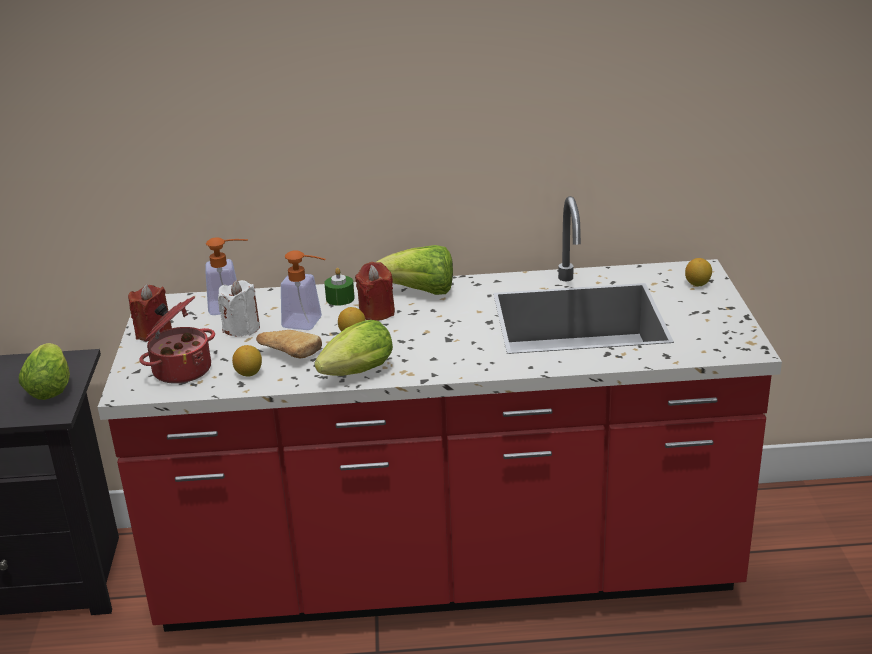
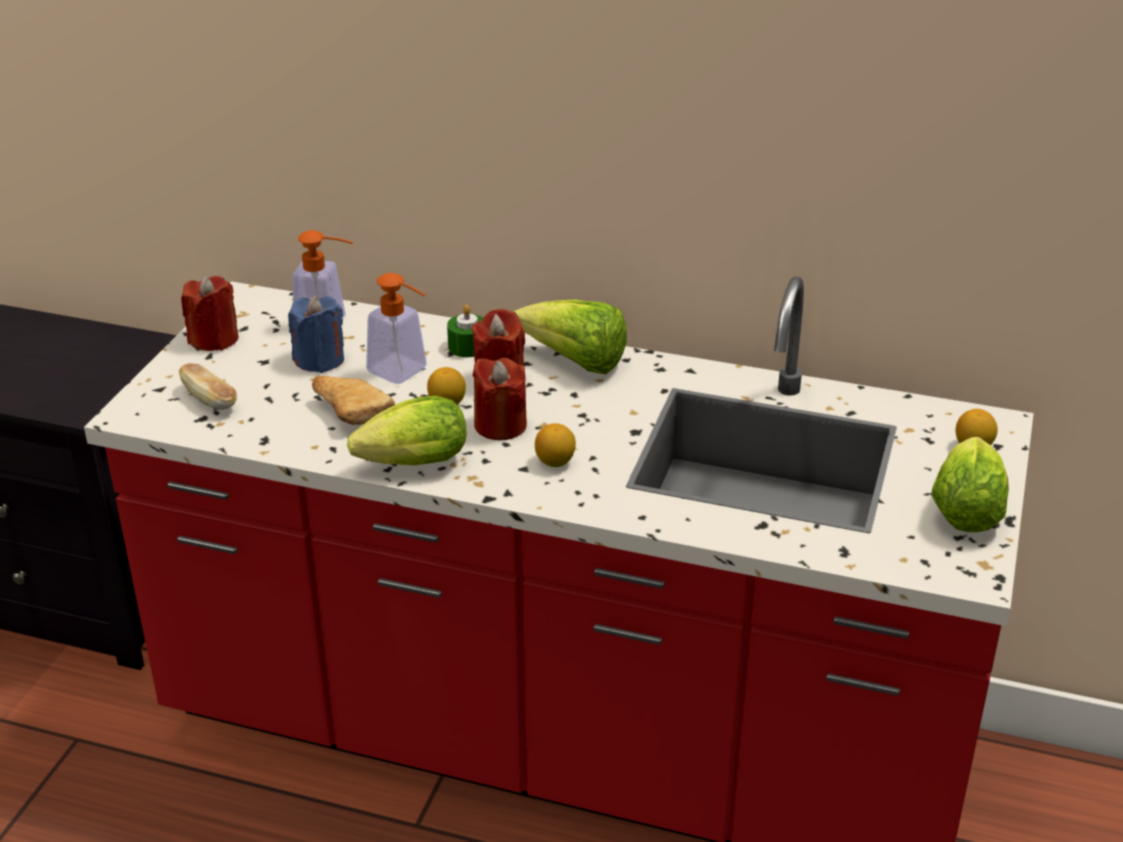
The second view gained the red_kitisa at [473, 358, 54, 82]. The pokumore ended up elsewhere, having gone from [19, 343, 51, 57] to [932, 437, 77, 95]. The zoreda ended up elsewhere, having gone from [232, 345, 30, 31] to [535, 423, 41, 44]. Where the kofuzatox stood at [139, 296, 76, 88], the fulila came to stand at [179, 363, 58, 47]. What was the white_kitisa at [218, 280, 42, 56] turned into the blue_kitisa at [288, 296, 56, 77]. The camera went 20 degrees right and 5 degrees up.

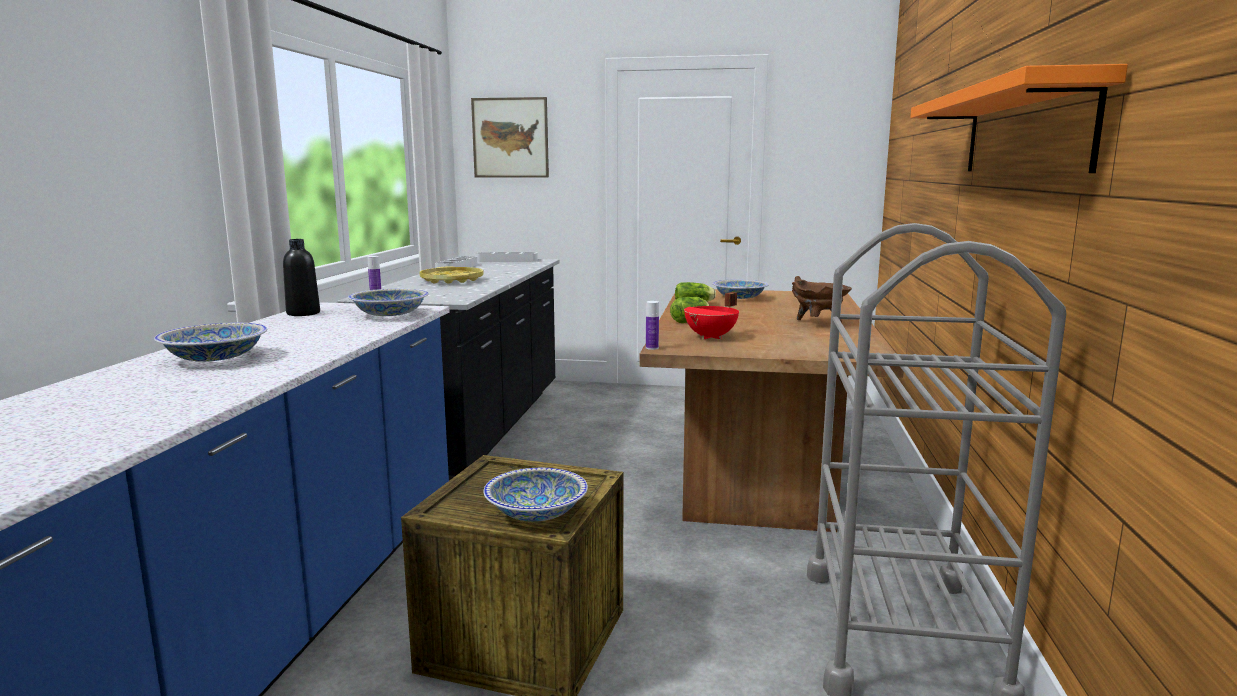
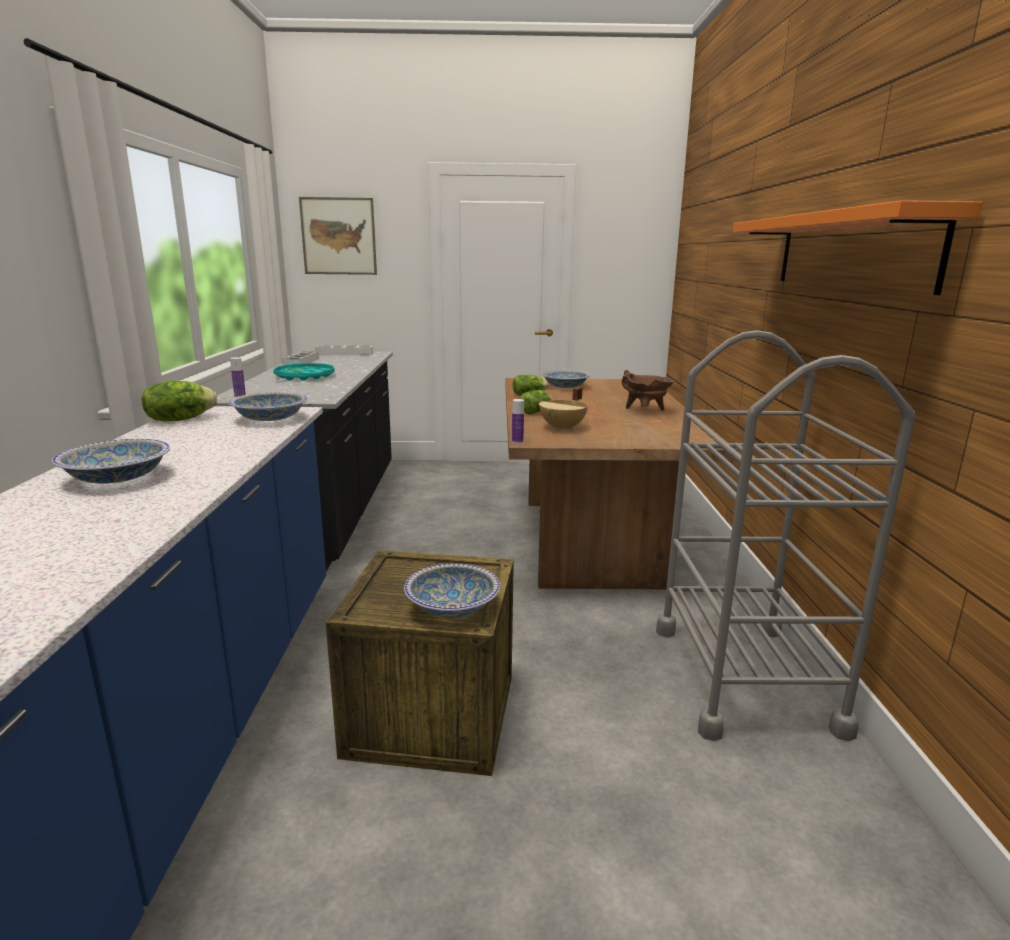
Where the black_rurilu stood at [283, 239, 37, 77], the pokumore came to stand at [142, 381, 75, 40]. What was the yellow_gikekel at [419, 266, 65, 18] turned into the turquoise_gikekel at [273, 363, 62, 18]. What was the red_kofuzatox at [684, 292, 55, 47] turned into the beige_kofuzatox at [539, 387, 49, 44]. The camera went 10 degrees left and 5 degrees up.

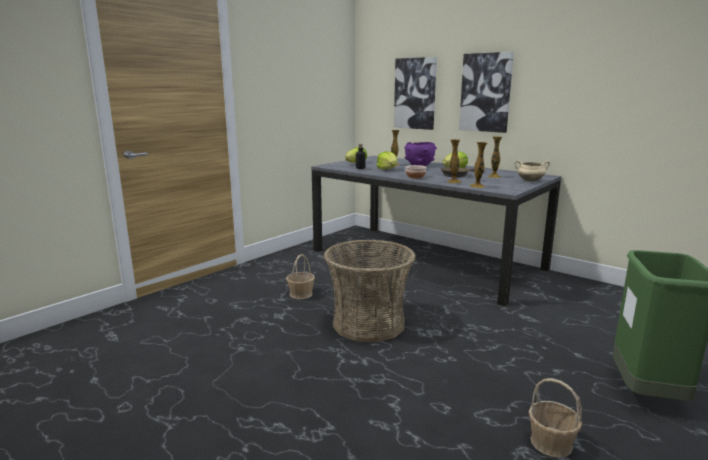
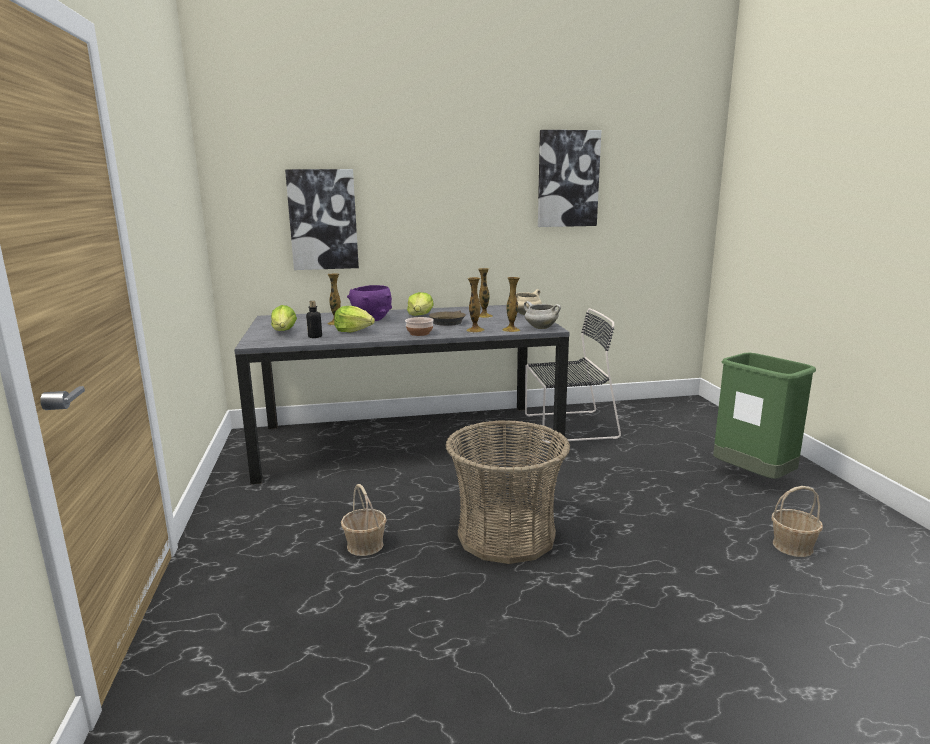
The second view gained the white_kofuzatox at [524, 301, 37, 28]. The second view gained the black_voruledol at [525, 308, 96, 135]. The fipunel ended up elsewhere, having gone from [459, 52, 55, 81] to [538, 130, 63, 97]. The camera went 50 degrees left and 0 degrees up.

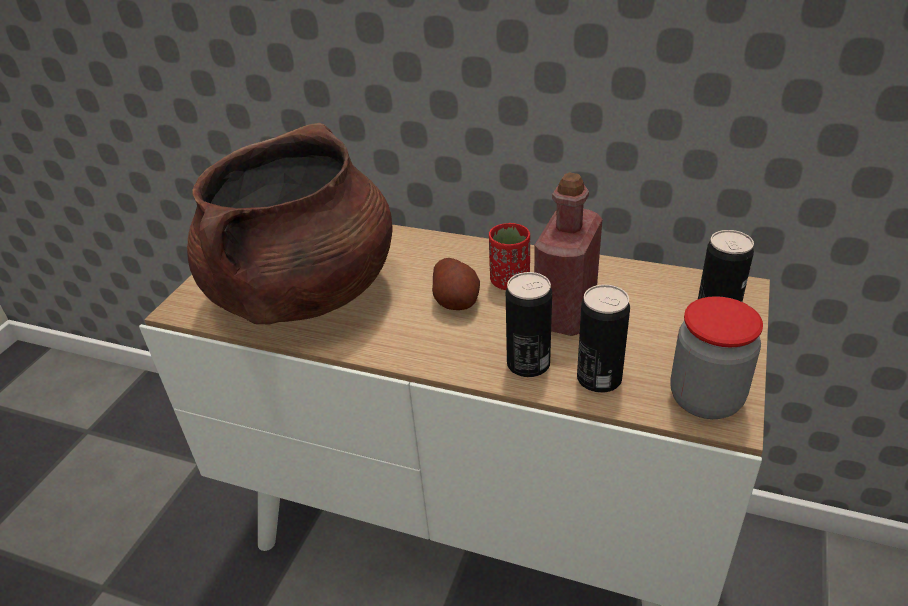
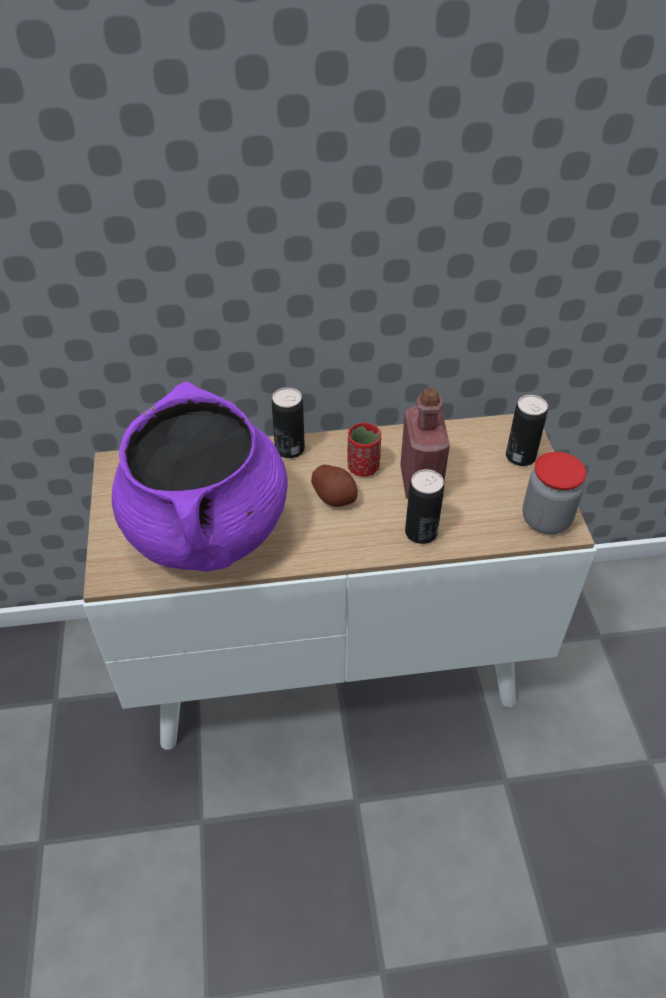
The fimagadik ended up elsewhere, having gone from [577, 285, 53, 108] to [272, 387, 33, 71]. What was the brown_kofuzatox at [187, 123, 206, 201] turned into the purple_kofuzatox at [112, 382, 176, 190]. The camera went 30 degrees left and 10 degrees up.

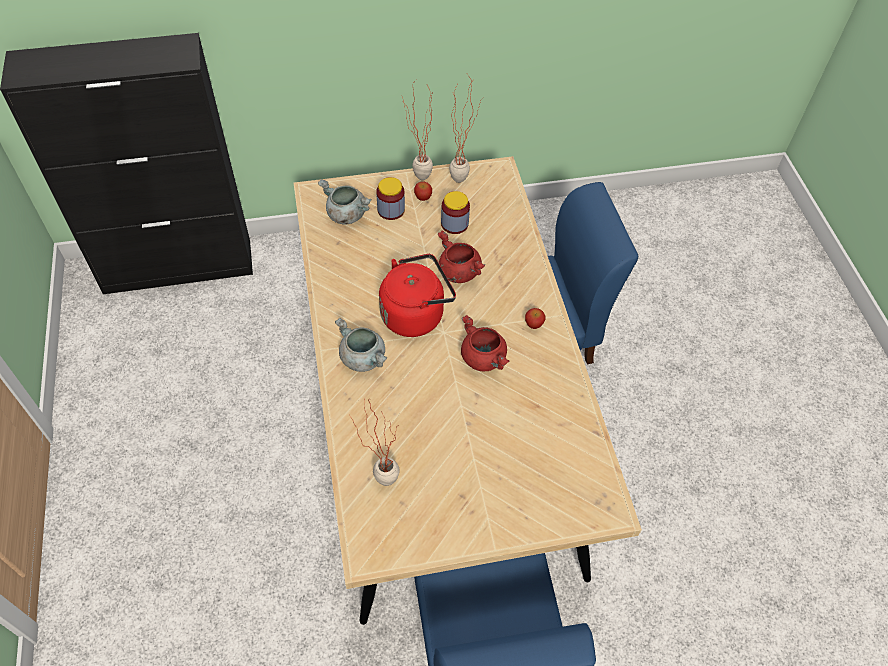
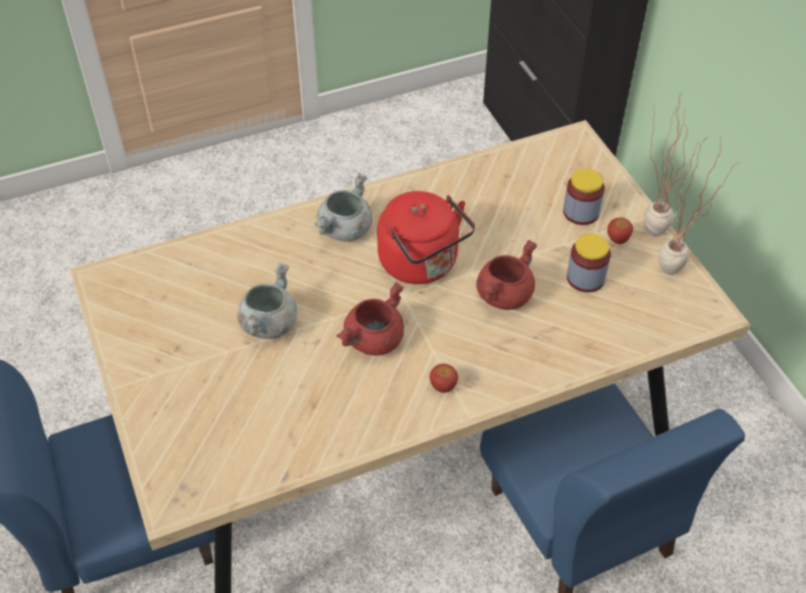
The second view lost the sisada at [349, 397, 50, 89]. The grey_kofuzatox ended up elsewhere, having gone from [318, 179, 54, 46] to [238, 263, 59, 76]. The camera went 80 degrees right and 5 degrees down.

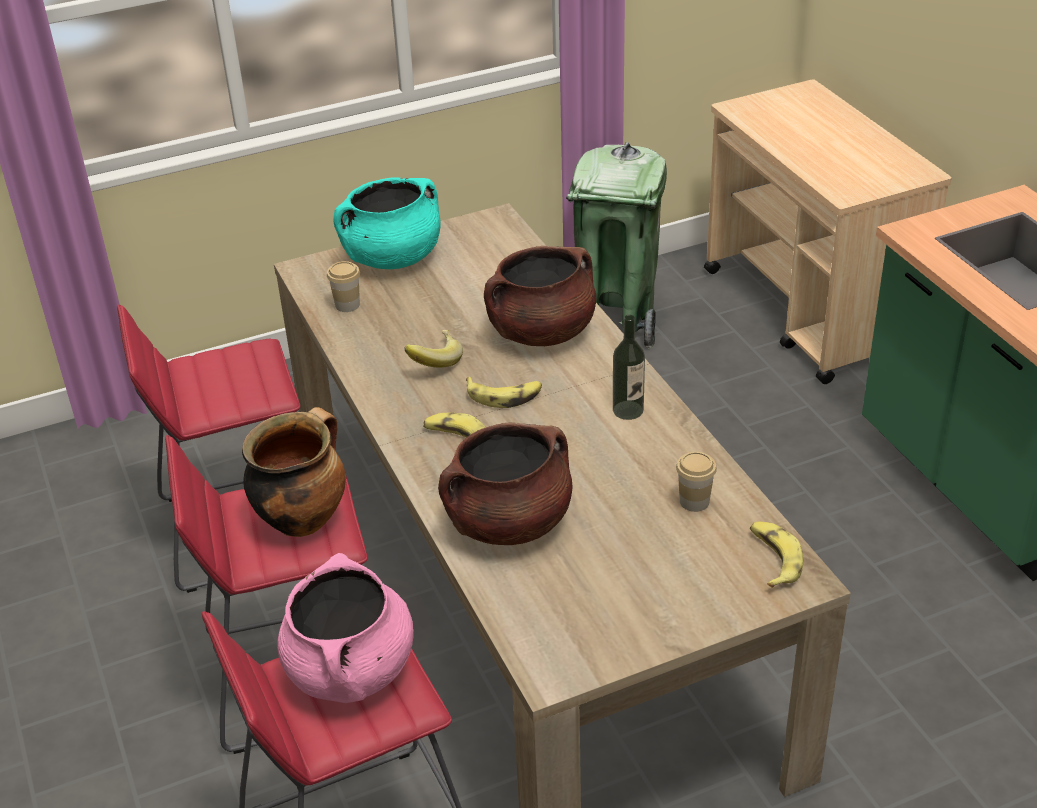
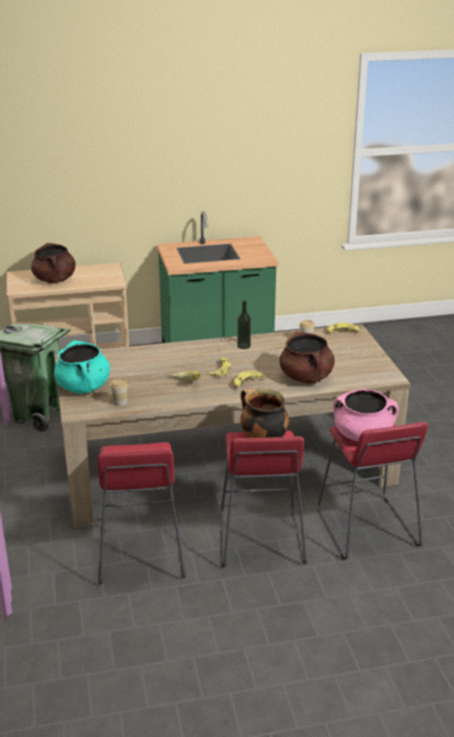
The brown_kofuzatox ended up elsewhere, having gone from [484, 246, 112, 100] to [31, 243, 45, 40]. The camera went 80 degrees left and 10 degrees down.

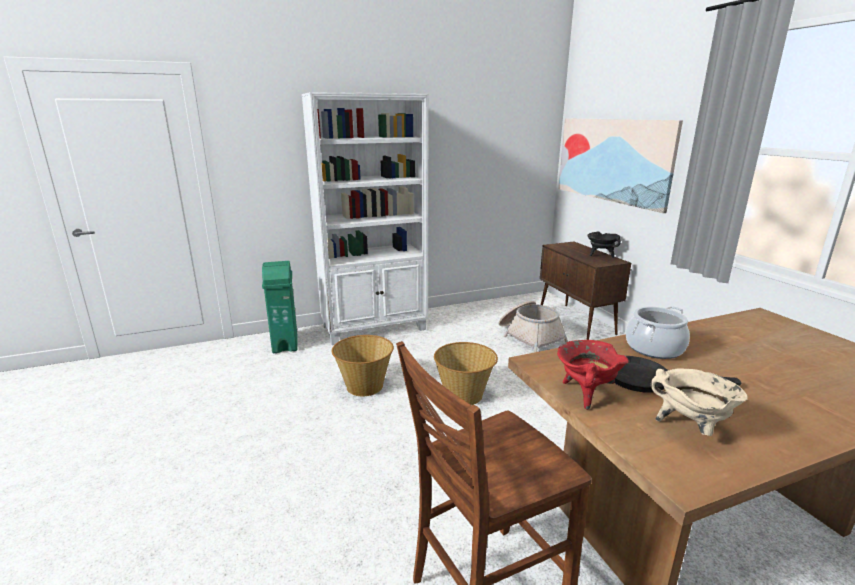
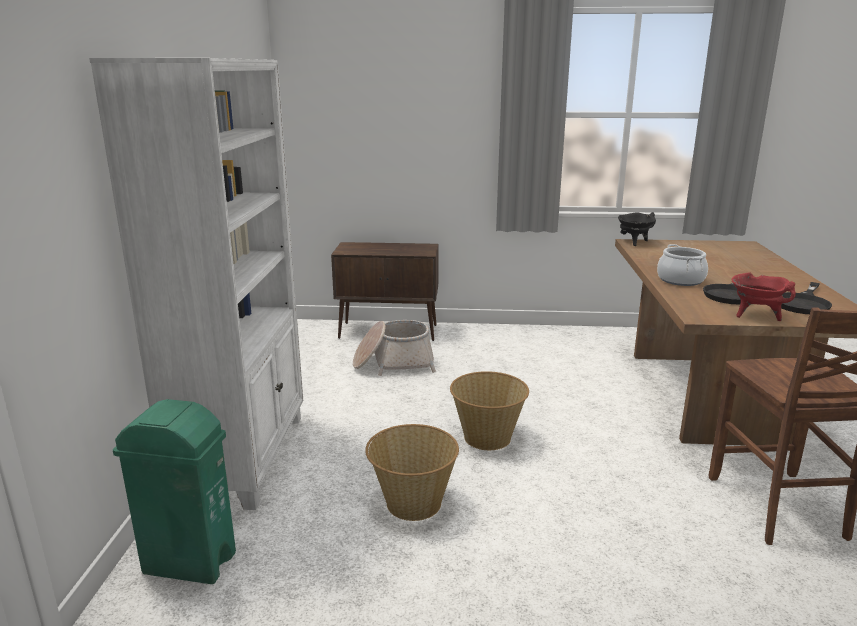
The second view lost the fipunel at [558, 118, 125, 95]. The black_kofuzatox ended up elsewhere, having gone from [587, 231, 34, 27] to [618, 212, 38, 34]. Where the beige_kofuzatox stood at [651, 368, 97, 68], the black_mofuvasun came to stand at [781, 282, 51, 32]. The camera went 65 degrees left and 0 degrees up.

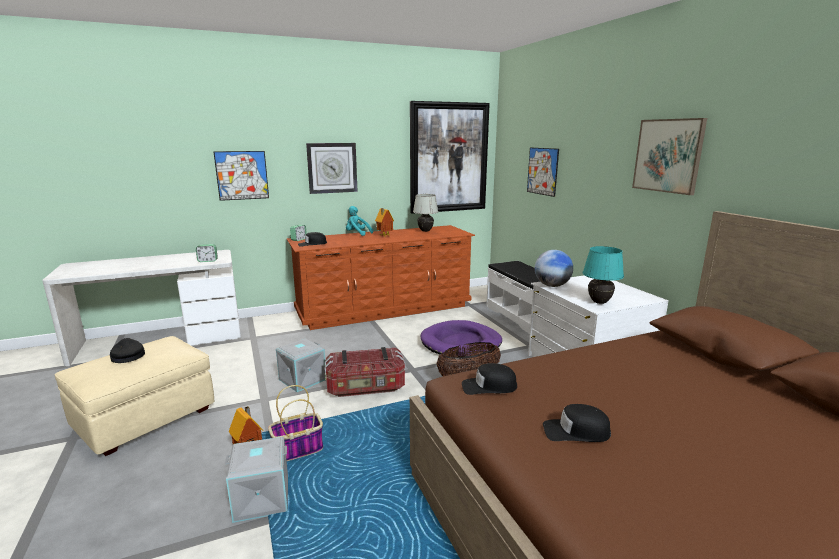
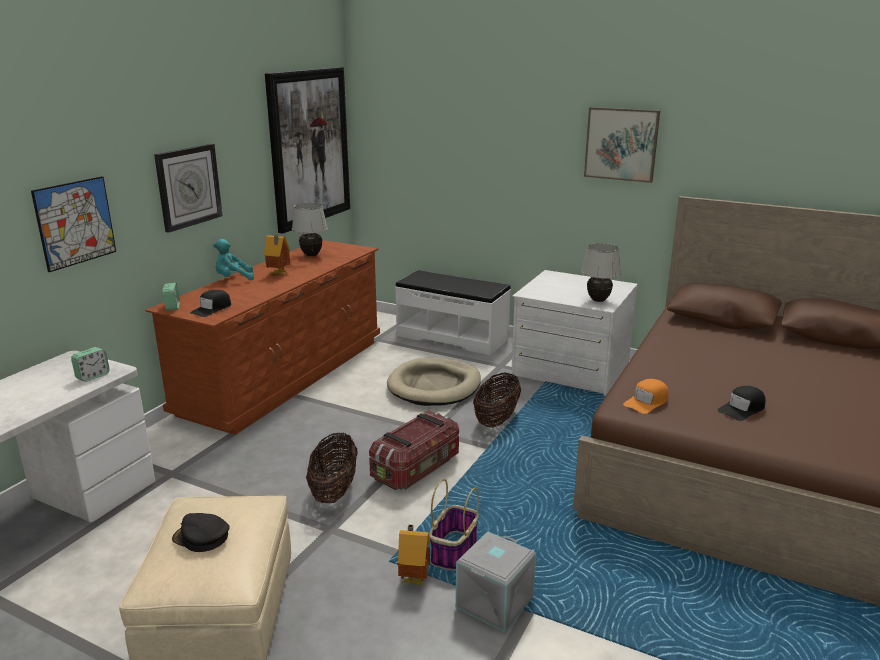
The second view lost the fipunel at [527, 148, 32, 49]. The second view lost the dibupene at [535, 250, 38, 37]. Where the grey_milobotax stood at [276, 339, 49, 53], the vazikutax came to stand at [306, 432, 52, 72]. What was the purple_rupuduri at [421, 320, 81, 38] turned into the beige_rupuduri at [387, 358, 94, 48]. What was the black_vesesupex at [462, 363, 55, 32] turned into the orange_vesesupex at [623, 379, 46, 35]. What was the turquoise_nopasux at [583, 246, 41, 58] turned into the white_nopasux at [581, 243, 40, 59]. The camera went 40 degrees left and 5 degrees up.

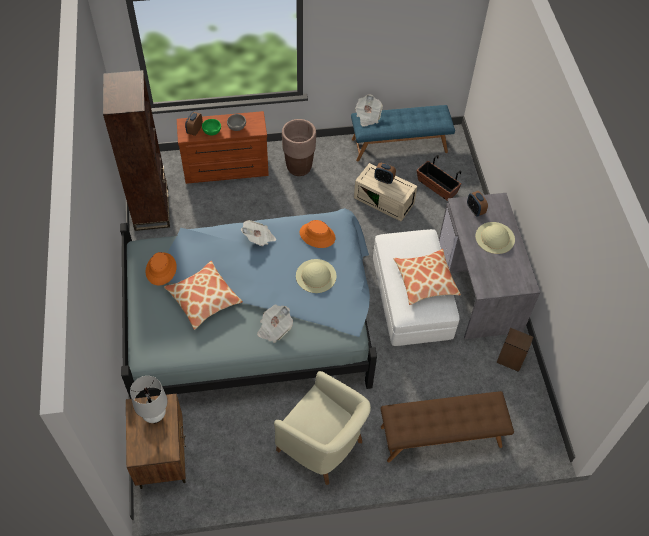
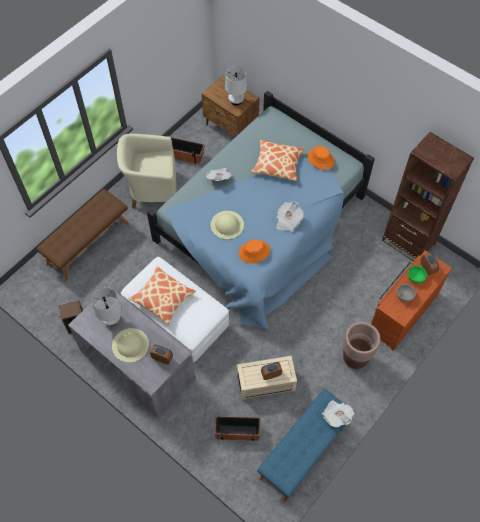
The second view gained the white_nopasux at [91, 287, 31, 39]. The second view gained the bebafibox at [171, 137, 34, 27]. The camera went 140 degrees right and 5 degrees up.

